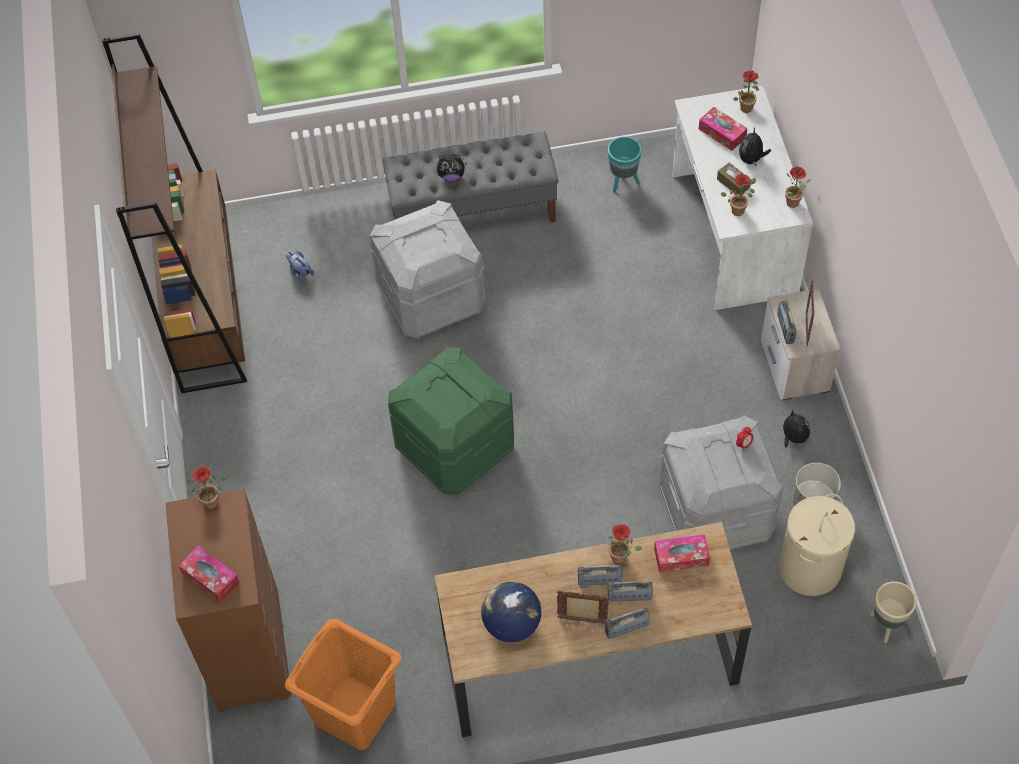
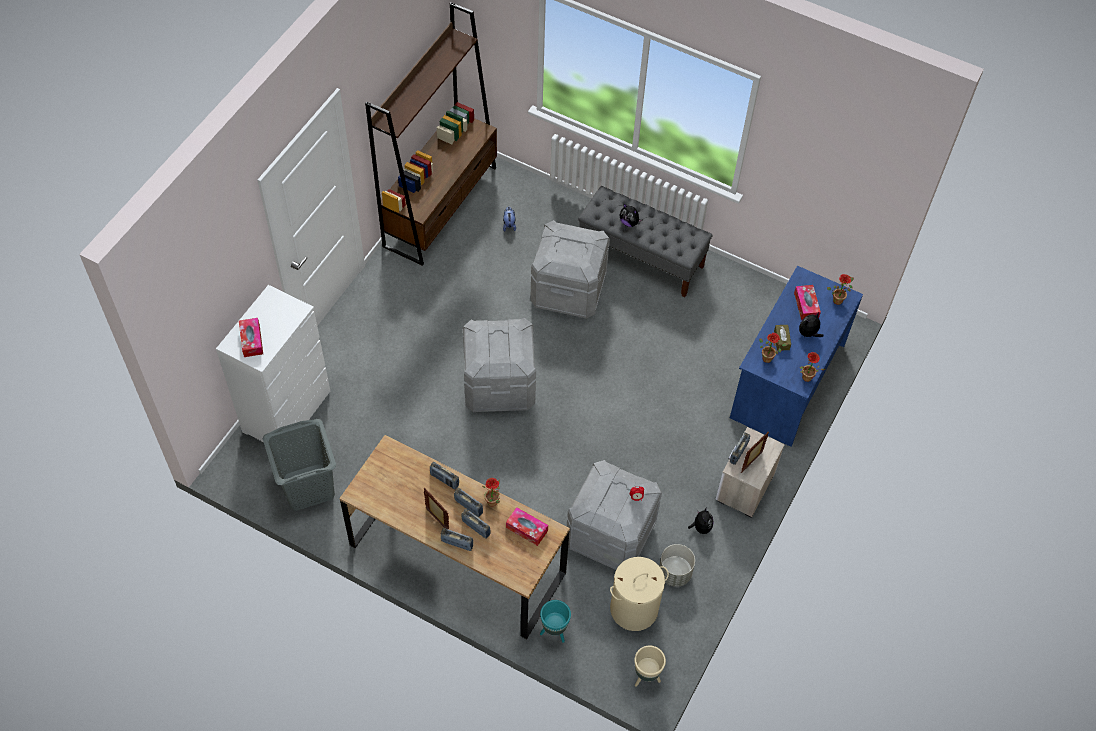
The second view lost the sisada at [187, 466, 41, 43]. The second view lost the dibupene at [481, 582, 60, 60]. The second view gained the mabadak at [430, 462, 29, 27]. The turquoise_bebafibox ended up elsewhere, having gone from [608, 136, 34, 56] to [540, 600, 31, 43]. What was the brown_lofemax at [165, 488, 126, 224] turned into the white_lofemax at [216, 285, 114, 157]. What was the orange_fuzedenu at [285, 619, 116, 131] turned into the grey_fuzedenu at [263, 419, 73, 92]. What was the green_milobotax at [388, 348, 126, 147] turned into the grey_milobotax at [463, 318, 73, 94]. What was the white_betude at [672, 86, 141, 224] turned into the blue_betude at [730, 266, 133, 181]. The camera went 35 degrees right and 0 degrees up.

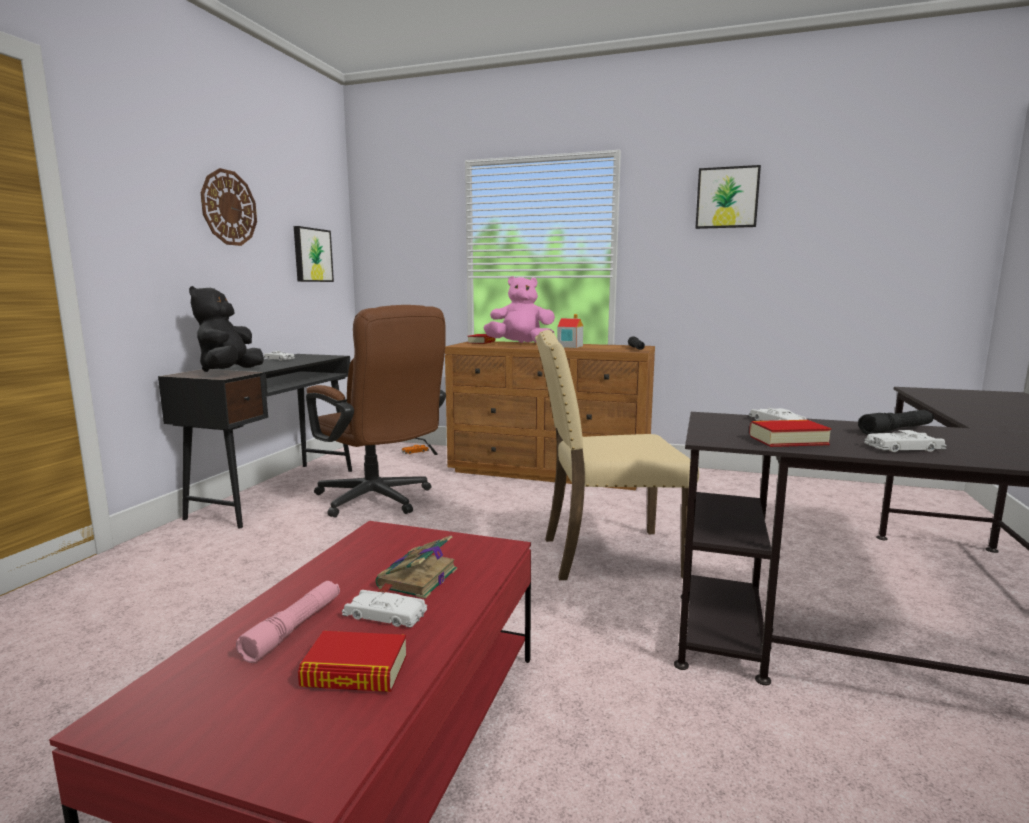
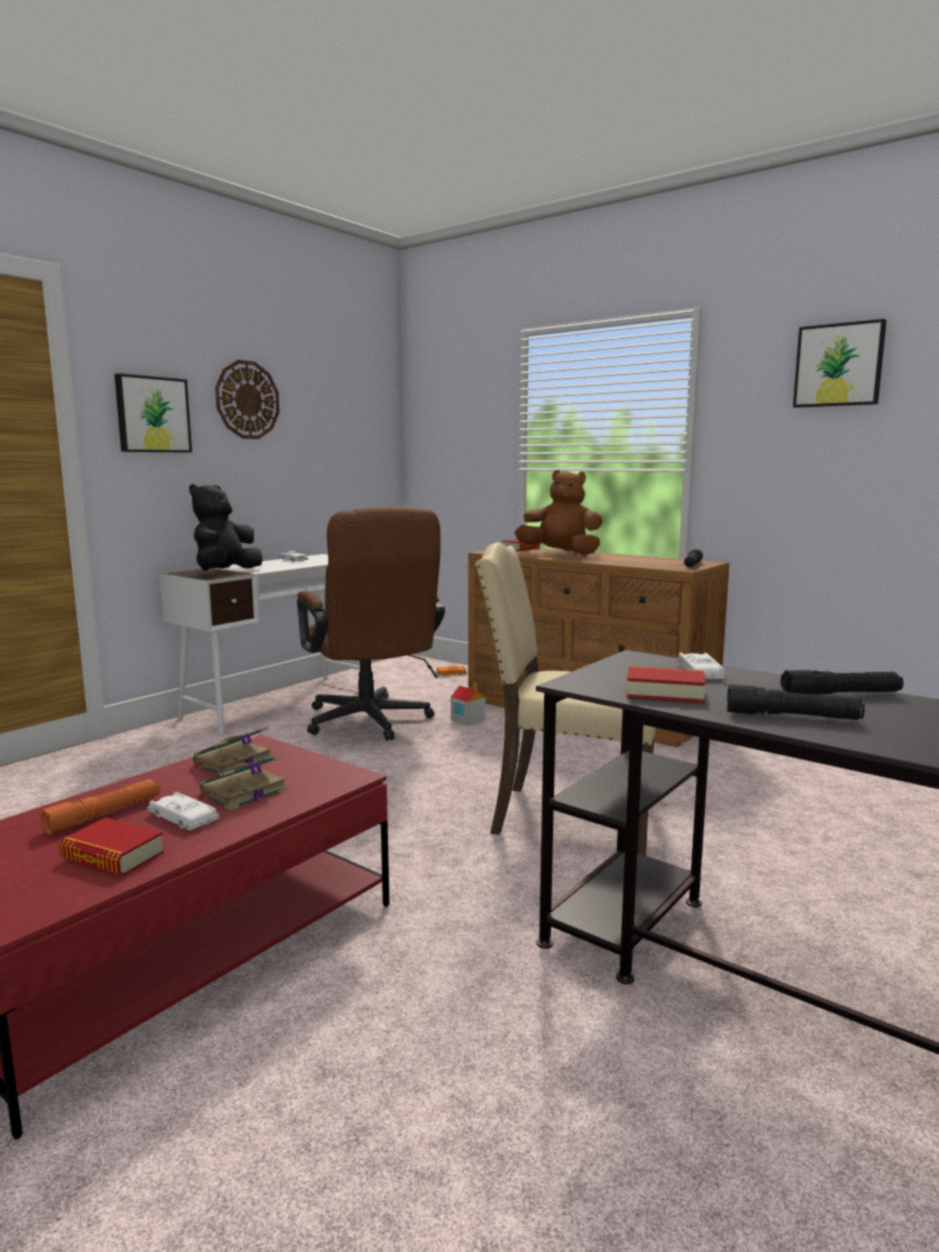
The second view gained the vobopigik at [189, 727, 84, 48]. The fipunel ended up elsewhere, having gone from [294, 226, 40, 56] to [114, 373, 78, 80]. The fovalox ended up elsewhere, having gone from [557, 314, 26, 34] to [451, 682, 34, 44]. Where the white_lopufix stood at [864, 430, 83, 22], the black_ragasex came to stand at [727, 684, 138, 36]. What was the black_betude at [158, 354, 194, 174] turned into the white_betude at [159, 554, 201, 180]. What was the pink_ragasex at [236, 581, 104, 82] turned into the orange_ragasex at [40, 779, 120, 56]. What was the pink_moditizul at [484, 276, 71, 67] turned into the brown_moditizul at [515, 470, 88, 85]. The camera went 20 degrees right and 0 degrees up.

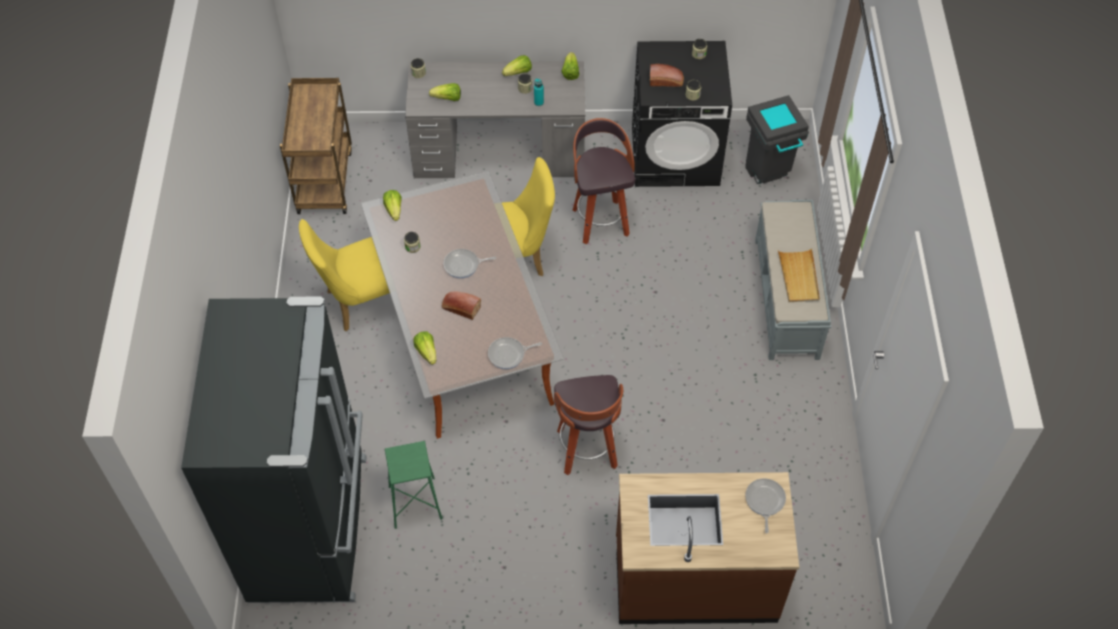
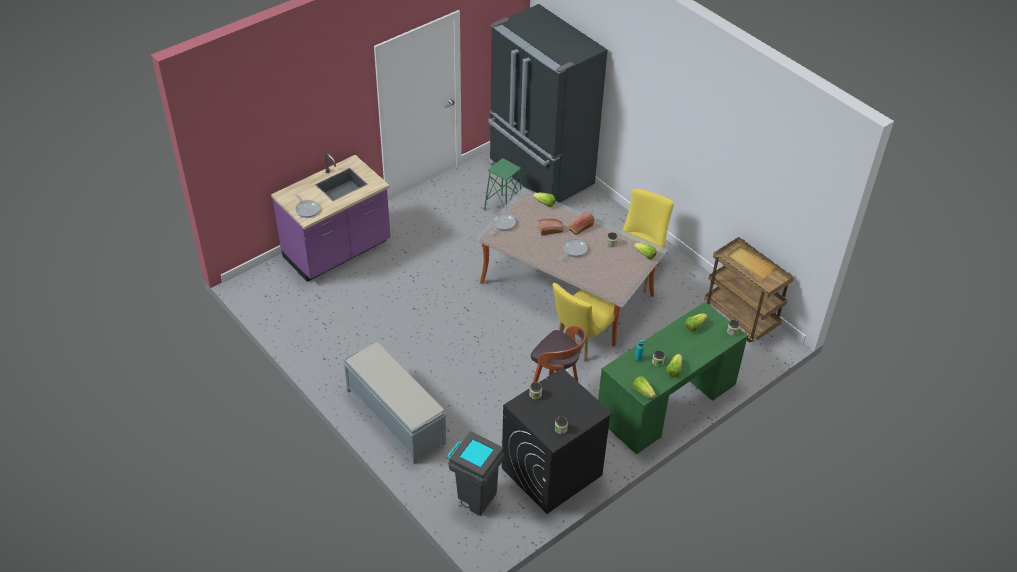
The second view lost the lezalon at [554, 375, 69, 100]. The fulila ended up elsewhere, having gone from [650, 64, 34, 23] to [569, 212, 26, 23]. The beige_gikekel ended up elsewhere, having gone from [778, 248, 42, 54] to [727, 245, 49, 35]. What was the grey_betude at [405, 61, 180, 117] turned into the green_betude at [598, 302, 150, 153]. What was the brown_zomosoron at [616, 472, 183, 152] turned into the purple_zomosoron at [271, 153, 120, 129]. The camera went 140 degrees right and 10 degrees down.

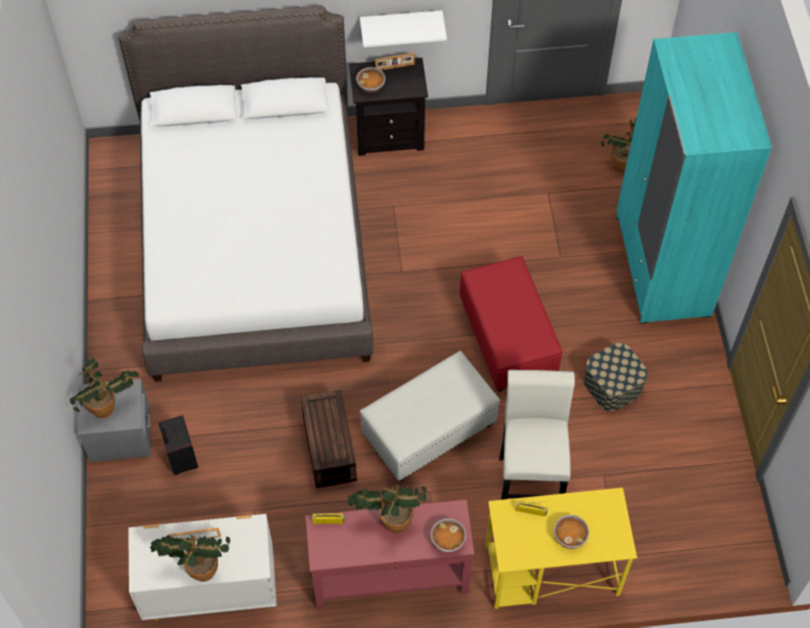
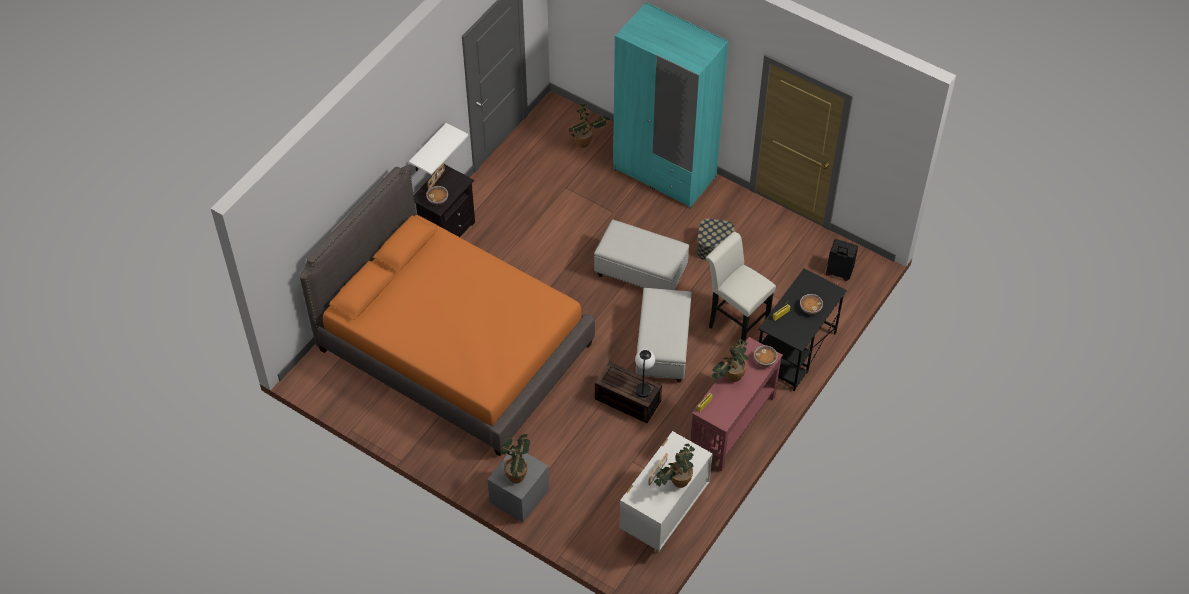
The second view gained the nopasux at [635, 349, 20, 49]. The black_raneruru ended up elsewhere, having gone from [158, 415, 40, 60] to [826, 239, 32, 42]. What was the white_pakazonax at [118, 5, 255, 377] turned into the orange_pakazonax at [300, 166, 295, 290]. What was the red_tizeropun at [460, 256, 103, 136] turned into the white_tizeropun at [594, 219, 95, 71]. What was the yellow_betude at [485, 488, 152, 121] turned into the black_betude at [759, 268, 88, 123]. The camera went 50 degrees left and 5 degrees down.

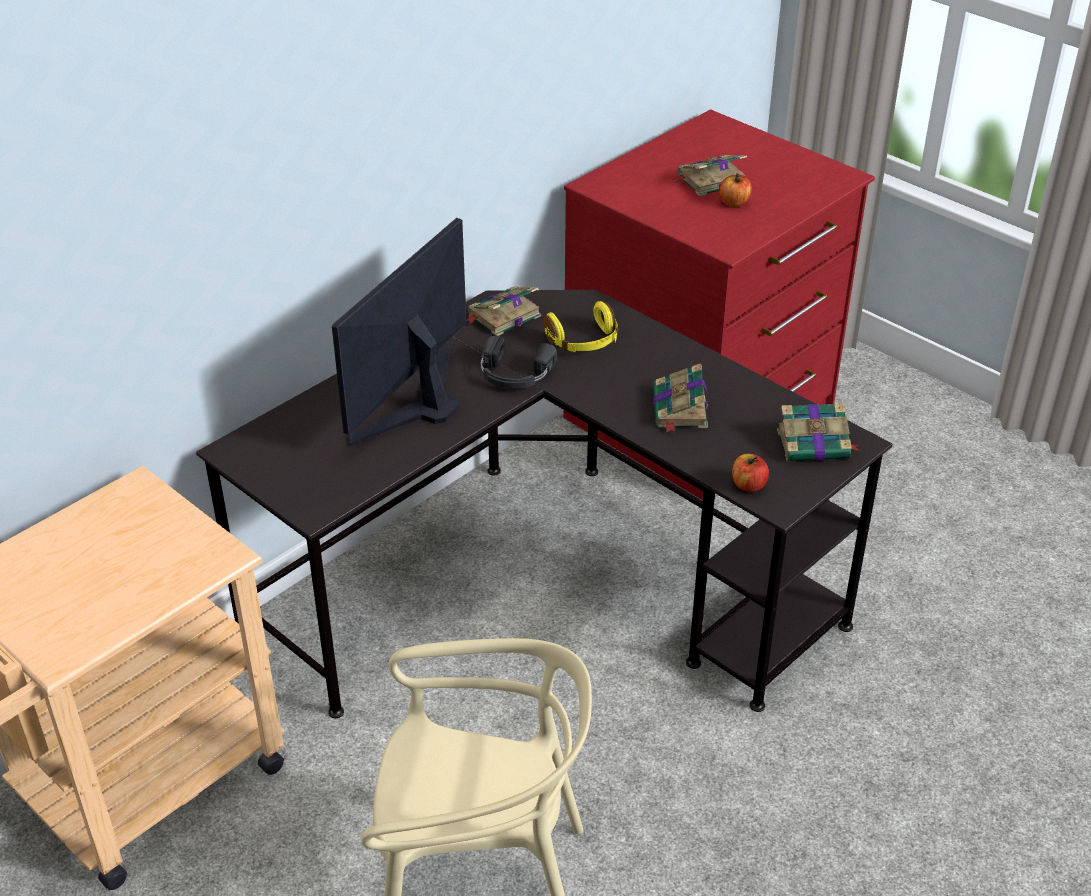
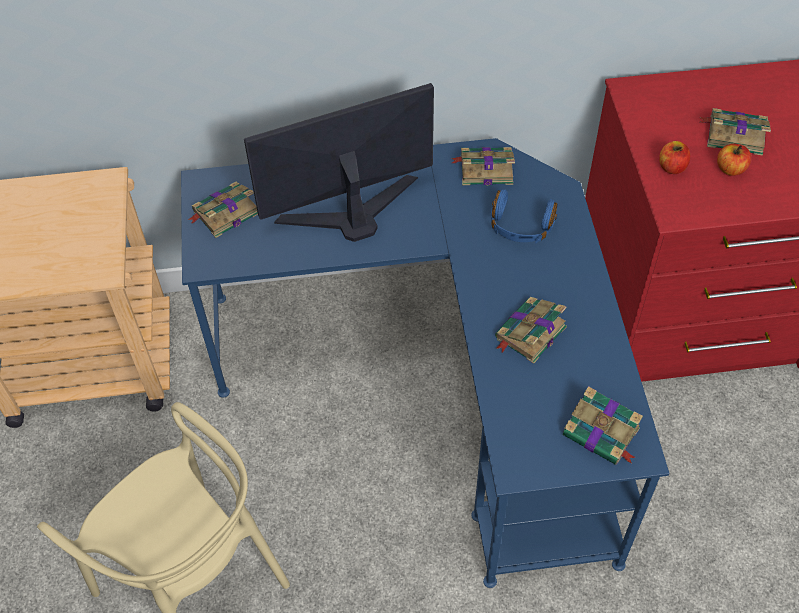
The second view lost the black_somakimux at [481, 336, 76, 52]. The second view gained the vobopigik at [188, 182, 70, 56]. The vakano ended up elsewhere, having gone from [732, 454, 37, 38] to [659, 141, 31, 33]. What was the black_betude at [196, 290, 696, 428] turned into the blue_betude at [181, 138, 489, 450]. What was the yellow_somakimux at [543, 301, 75, 51] turned into the blue_somakimux at [491, 189, 66, 55]. The camera went 40 degrees right and 15 degrees up.

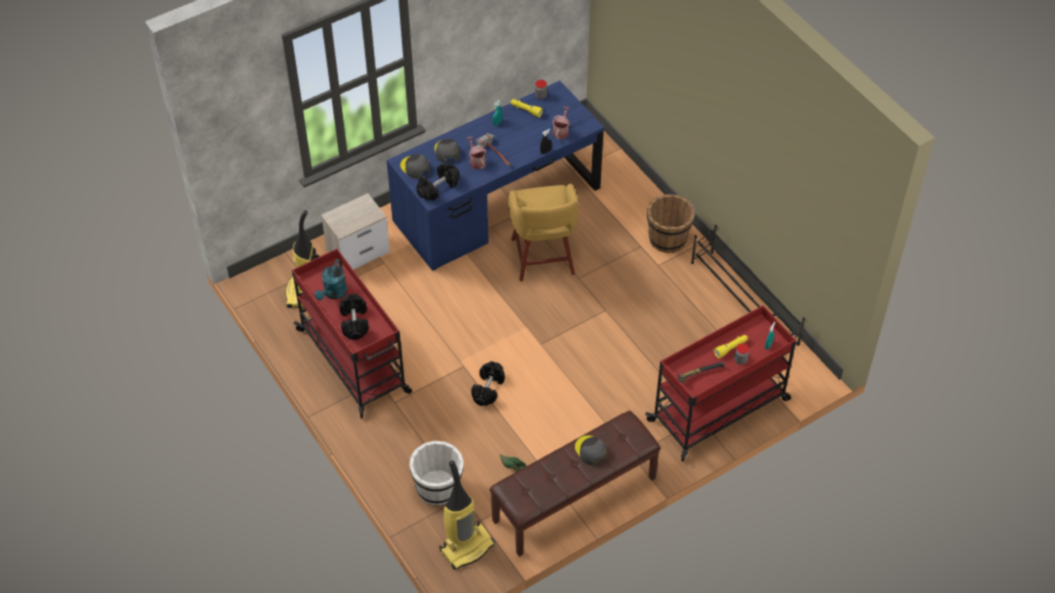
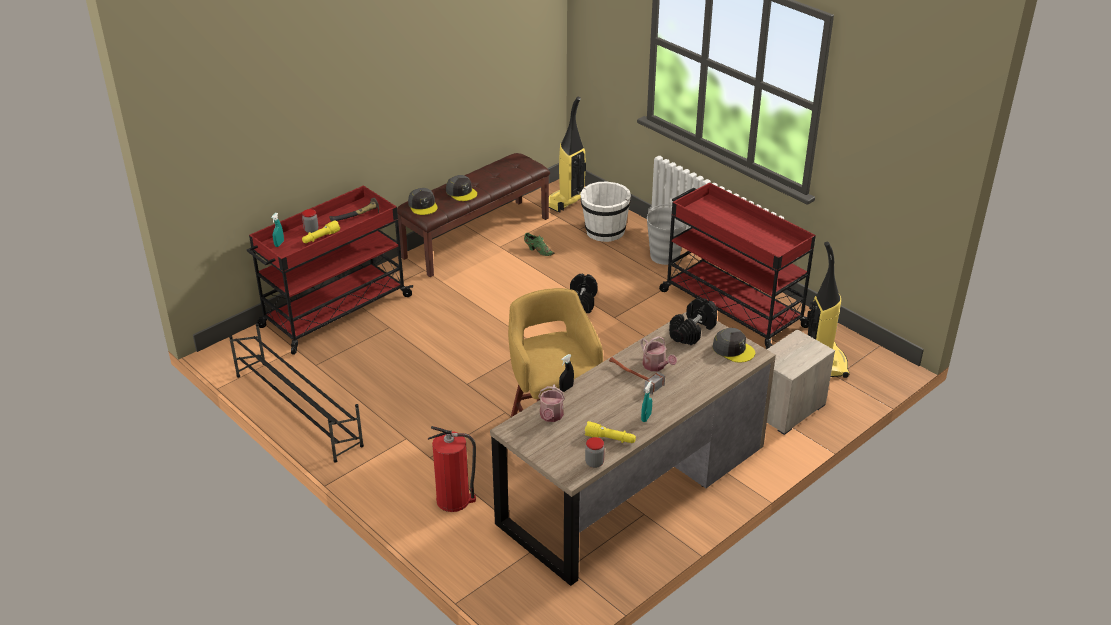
The second view lost the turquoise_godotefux at [315, 259, 32, 41]. The second view lost the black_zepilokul at [339, 294, 30, 46]. The second view lost the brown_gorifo at [647, 194, 48, 59]. The second view gained the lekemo at [428, 426, 48, 86]. The second view gained the grey_gorifo at [647, 204, 40, 61]. The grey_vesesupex ended up elsewhere, having gone from [434, 139, 26, 24] to [408, 188, 30, 27]. What was the blue_betude at [387, 81, 217, 190] turned into the brown_betude at [490, 312, 286, 274]. The camera went 170 degrees right and 15 degrees down.

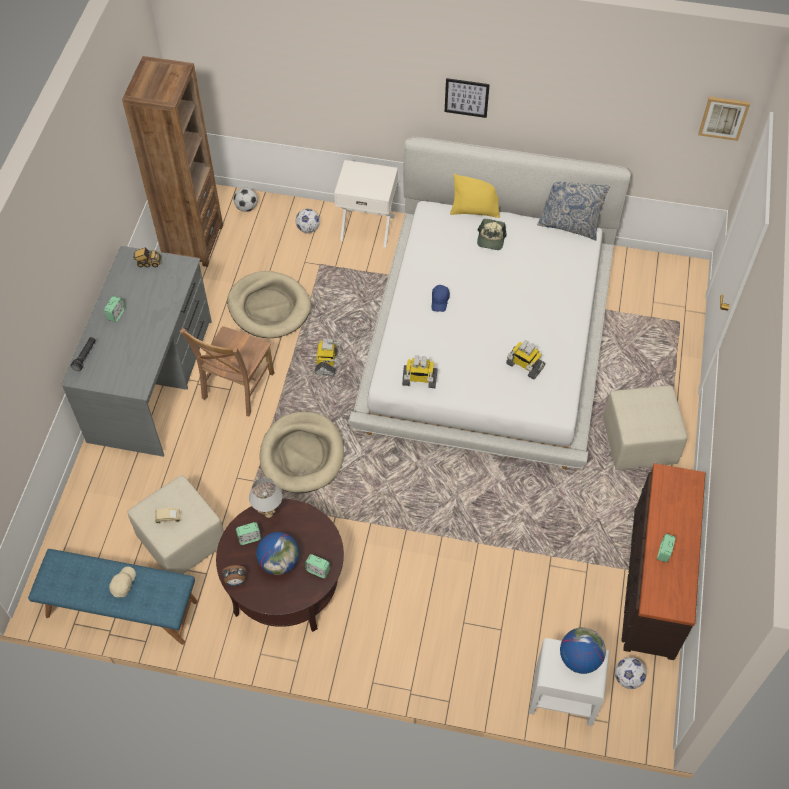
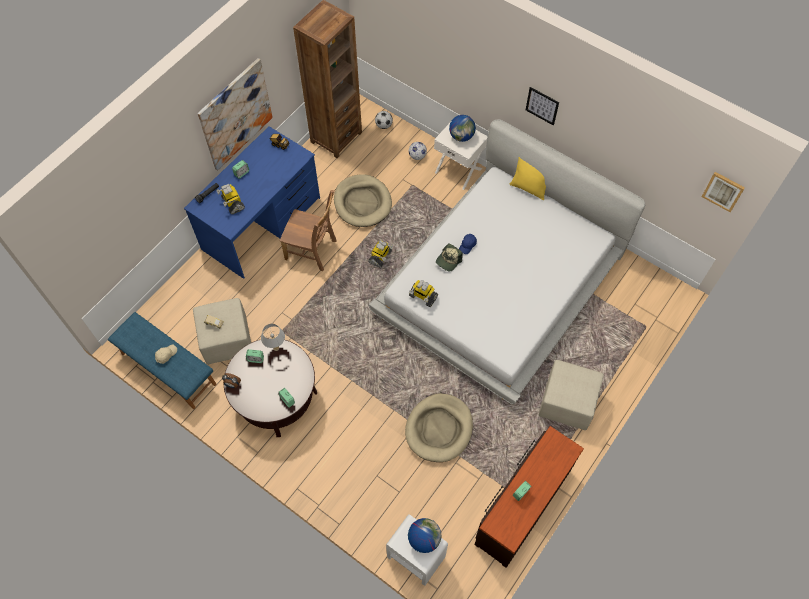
The second view lost the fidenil at [537, 182, 73, 58]. The second view lost the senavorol at [615, 657, 32, 32]. The second view gained the fipunel at [198, 58, 75, 113]. The dibupene ended up elsewhere, having gone from [256, 532, 43, 43] to [449, 115, 27, 27]. The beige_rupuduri ended up elsewhere, having gone from [260, 412, 84, 81] to [405, 393, 68, 69]. The vesesupex ended up elsewhere, having gone from [477, 219, 30, 31] to [436, 243, 27, 29]. The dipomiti ended up elsewhere, having gone from [506, 340, 39, 40] to [217, 184, 28, 30]. What was the grey_betude at [61, 246, 151, 211] turned into the blue_betude at [184, 126, 136, 153]. The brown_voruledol at [180, 326, 94, 91] ended up facing another way, 120 degrees counterclockwise from before. The camera went 25 degrees right and 5 degrees up.

